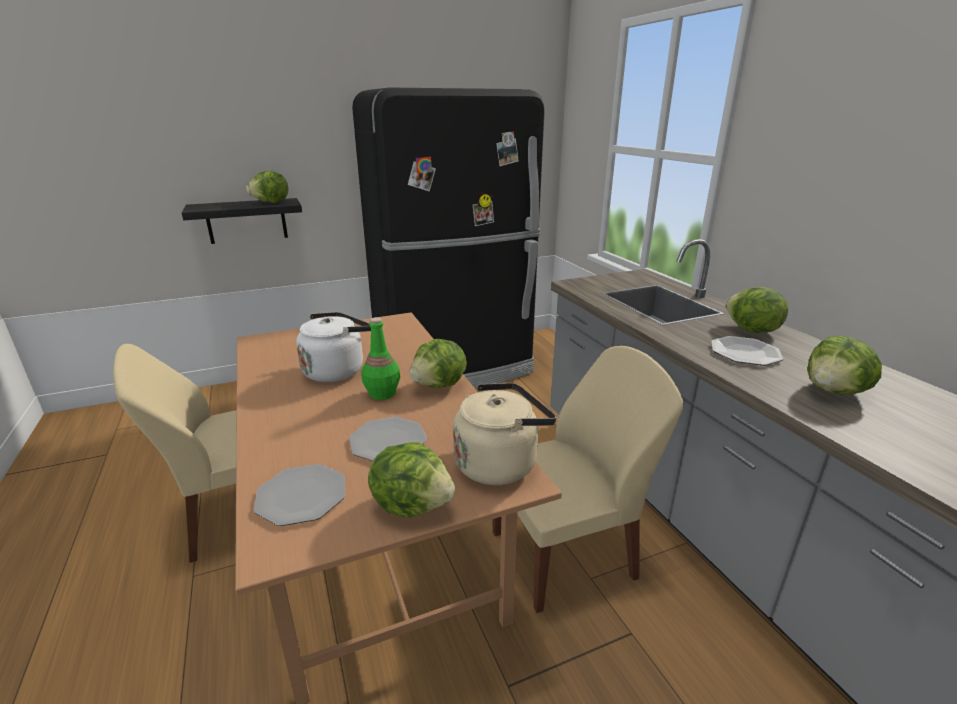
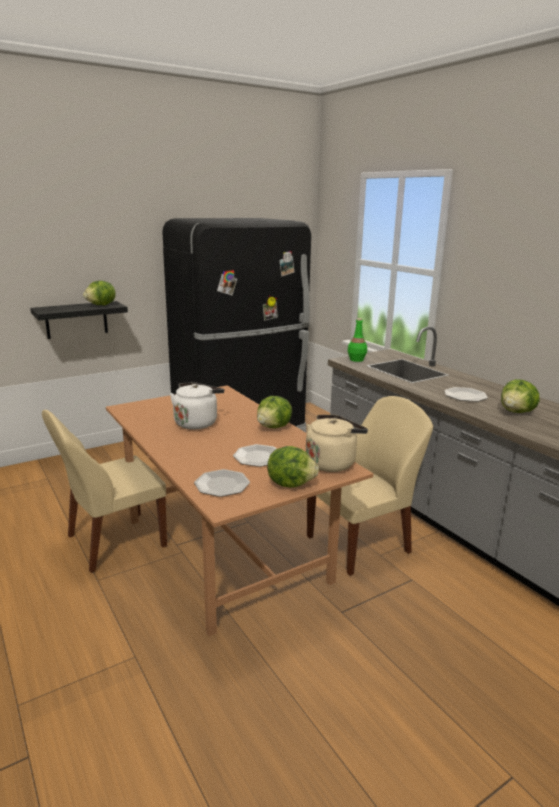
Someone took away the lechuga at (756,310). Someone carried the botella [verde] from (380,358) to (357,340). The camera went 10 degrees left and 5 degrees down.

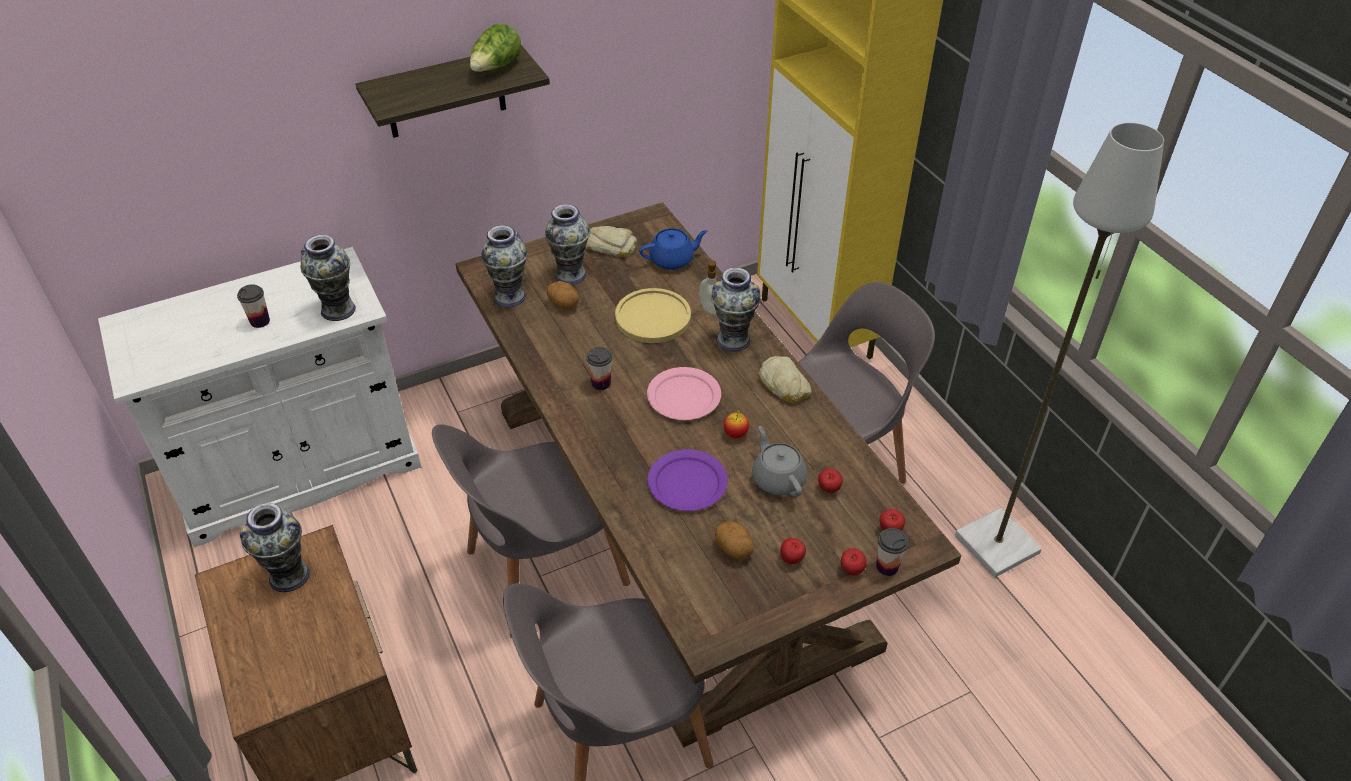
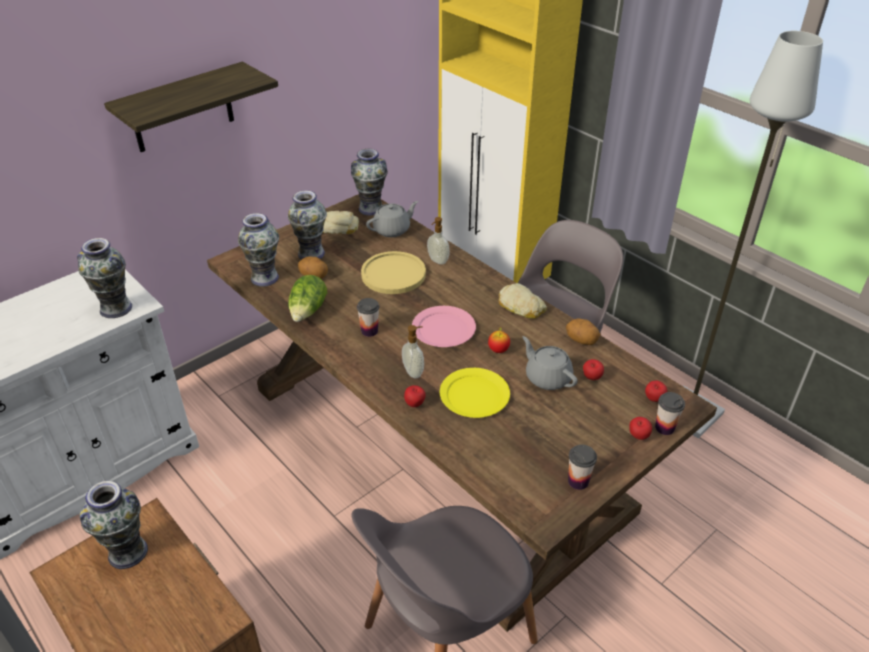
Someone took away the silla [gris] at (531,531). Someone put down the dispensador de jabón at (413,351). Someone carried the taza from (253,306) to (582,467). Someone carried the lechuga from (495,47) to (307,298). Someone carried the florero from (736,310) to (369,182). Someone carried the patata from (734,540) to (583,332). Someone carried the manzana from (793,551) to (415,396). Someone repainted the tetera [azul] at (673,249), which became the tetera [gris] at (392,219). Someone repainted the plato [morado] at (687,480), which became the plato [amarillo] at (475,393). The camera went 15 degrees left and 5 degrees down.

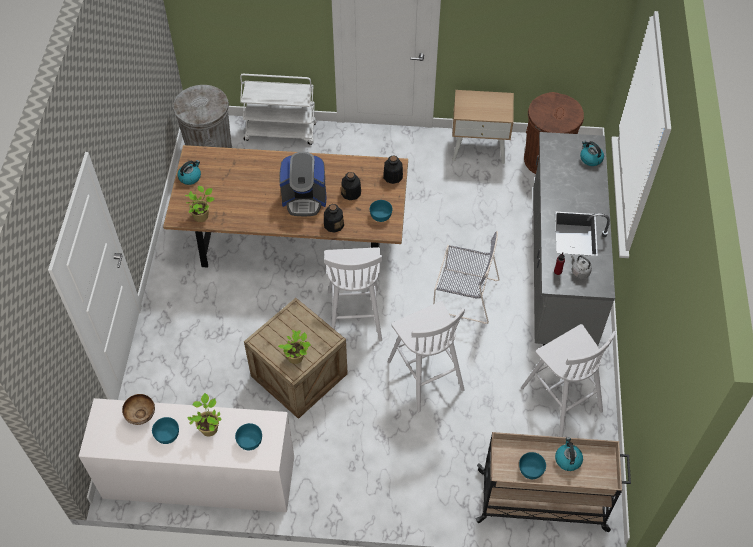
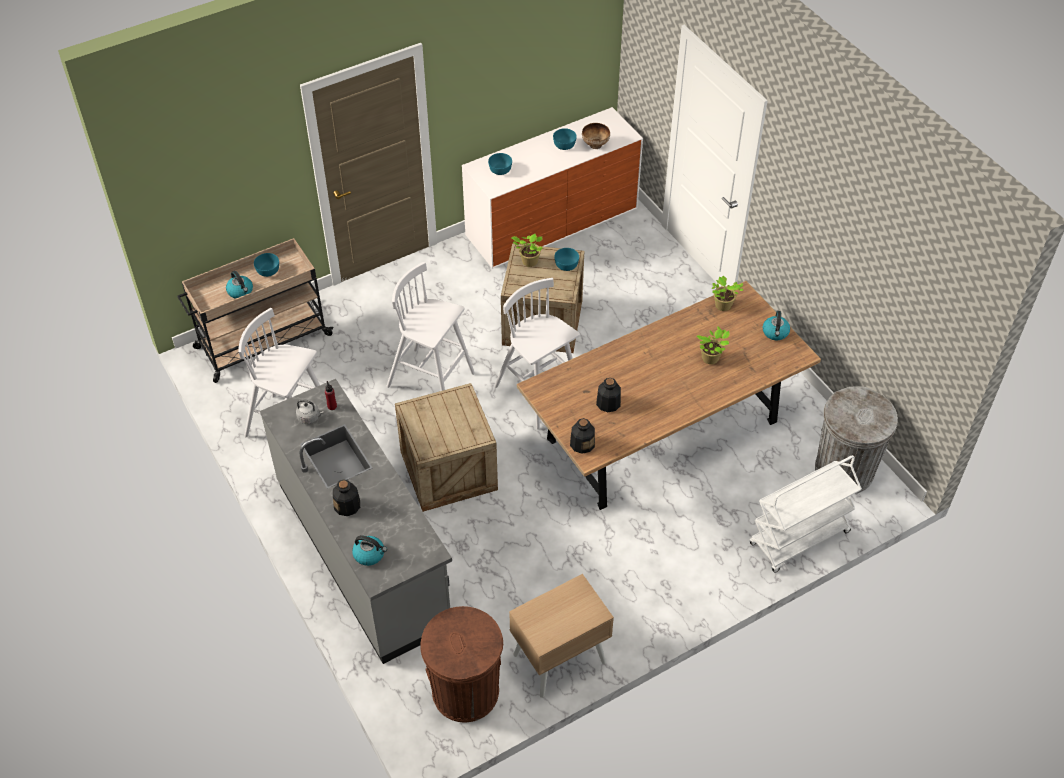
Someone took away the cafetera at (302,184). Someone carried the planta en maceta from (204,414) to (713,345). Someone carried the botella from (334,218) to (346,497). Someone carried the cuenco [turquesa] from (381,211) to (566,259). Someone swapped the silla [gris] at (466,277) for the caja de embalaje at (446,447). The camera went 145 degrees right and 5 degrees down.

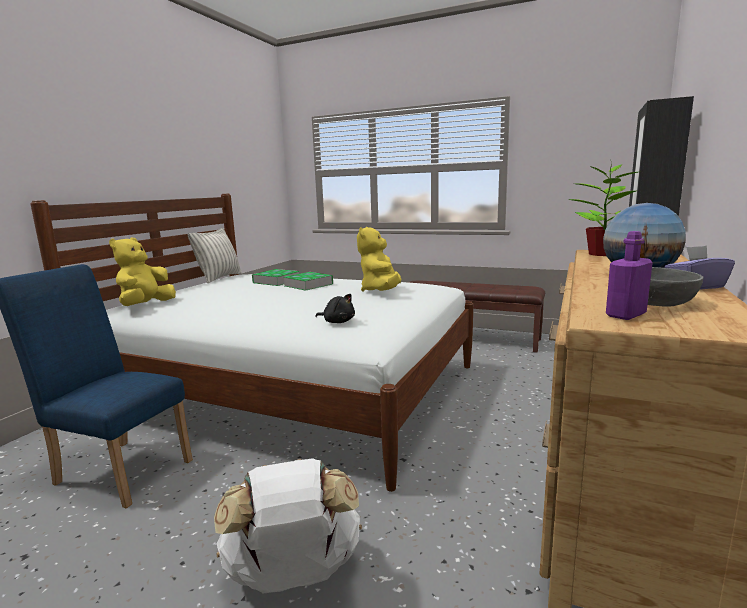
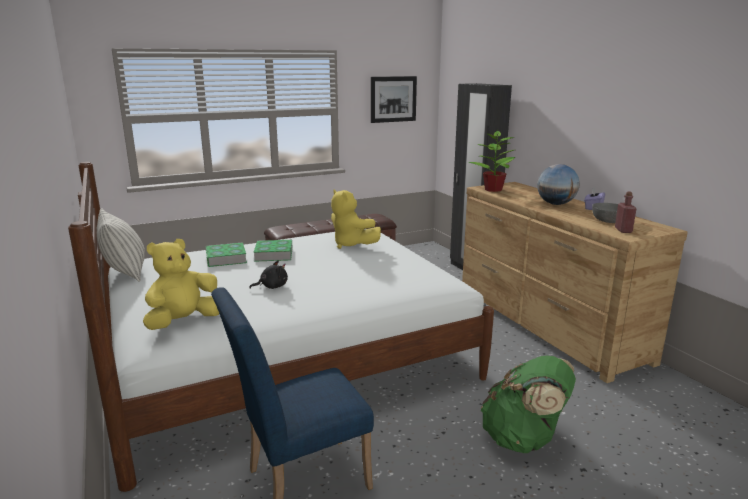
Someone put up the cuadro at (394,99). Someone carried the peluche [negro] from (335,308) to (268,275). Someone repainted the mochila [blanco] at (288,526), which became the mochila [verde] at (528,404). Someone repainted the botella [morado] at (629,275), which became the botella [rojo] at (626,212). Someone rotated the peluche [amarillo] at (142,272) by 75 degrees clockwise. The camera went 50 degrees left and 5 degrees up.

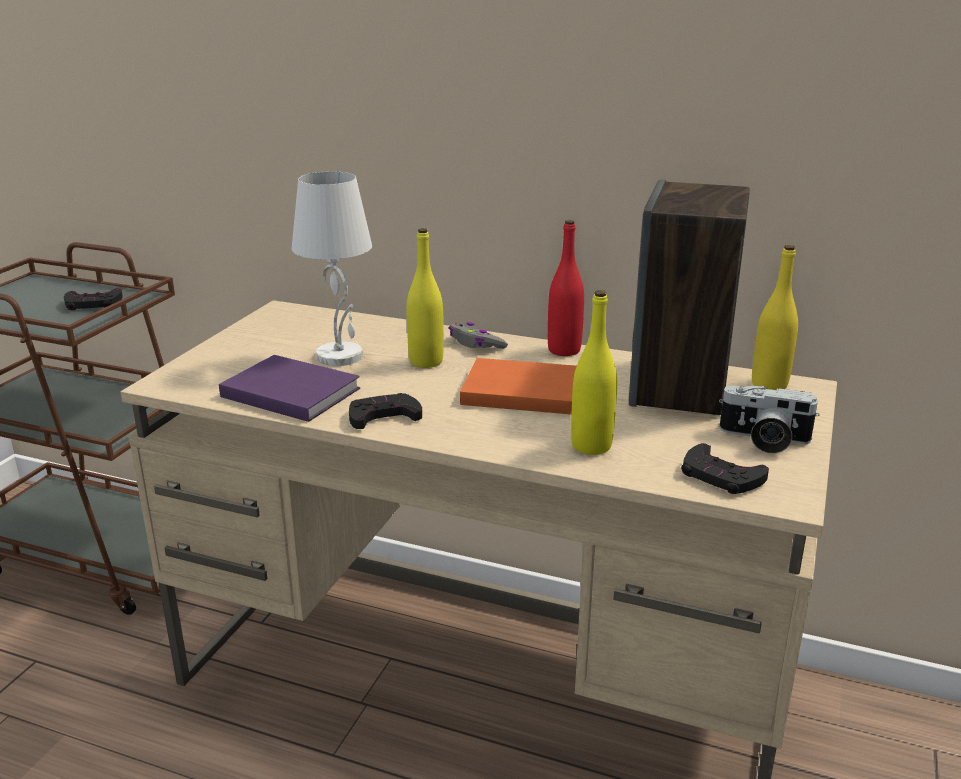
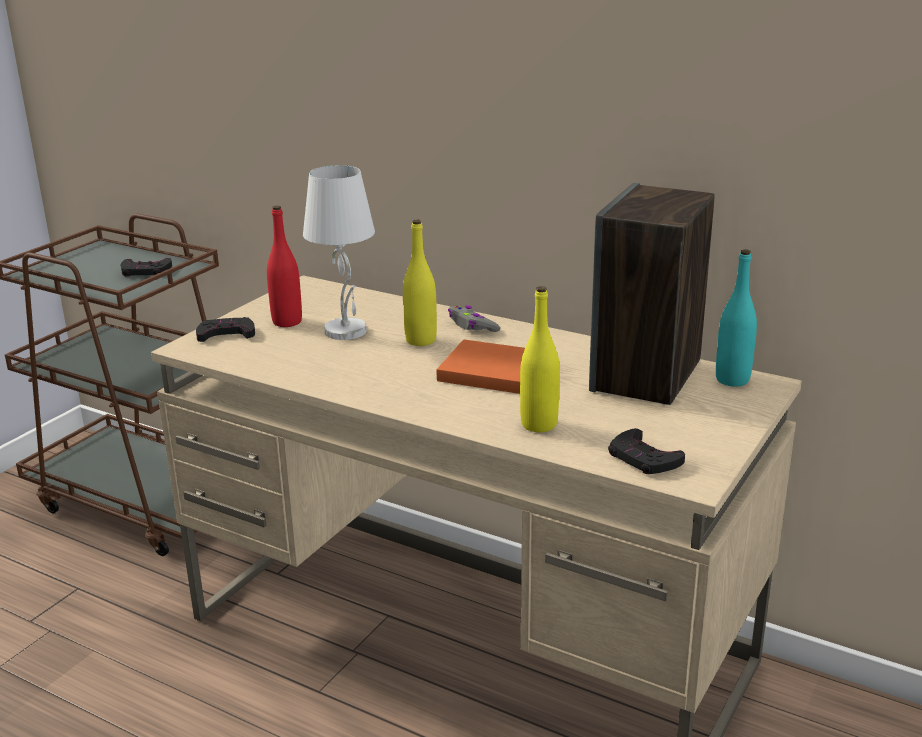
Someone took away the libro [morado] at (289,388). Someone took away the cámara at (769,419). Someone carried the mando de consola [negro] from (385,411) to (225,329). Someone carried the botella [rojo] from (566,288) to (284,266). Someone repainted the botella [amarillo] at (775,317), which became the botella [turquesa] at (736,318). The camera went 10 degrees right and 0 degrees up.

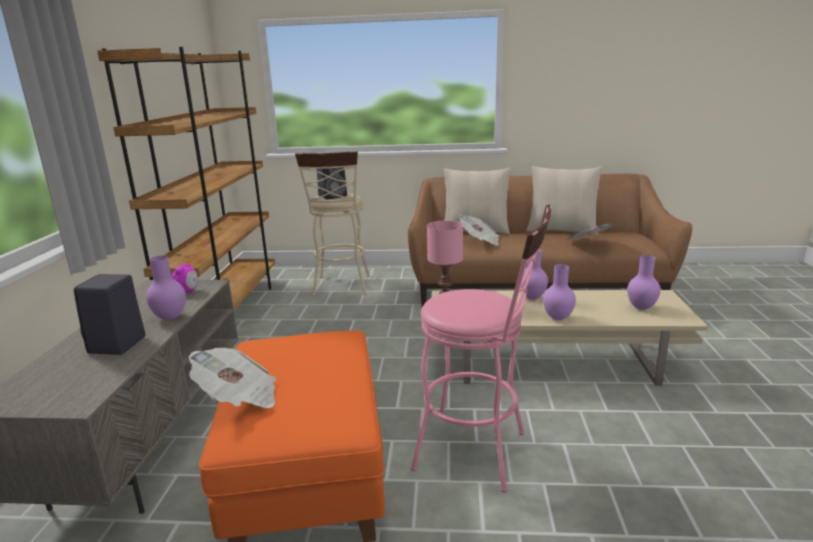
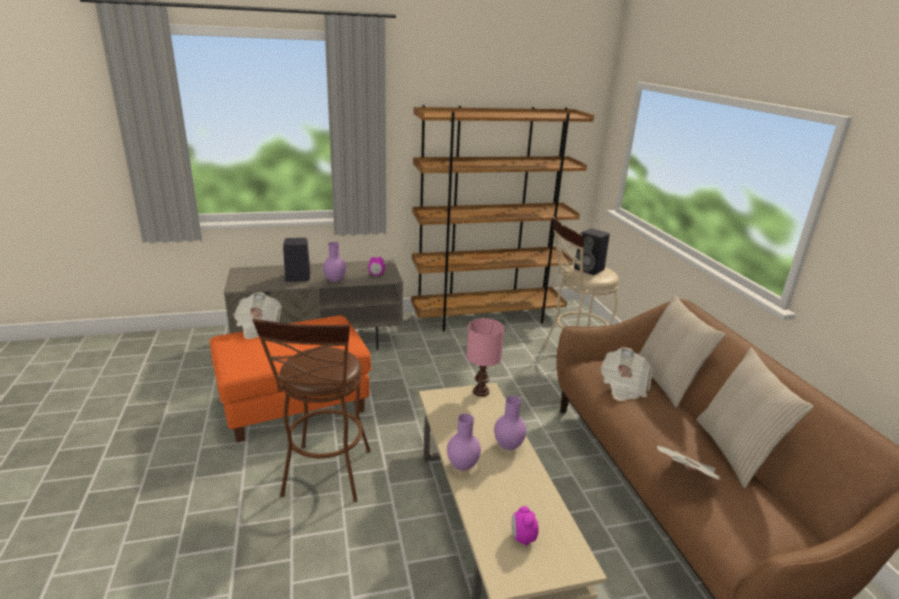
Someone swapped the florero [morado] at (644,282) for the despertador at (525,526). Someone repainted the taburete [rosa] at (481,349), which became the taburete [marrón] at (312,410). The camera went 70 degrees right and 5 degrees up.

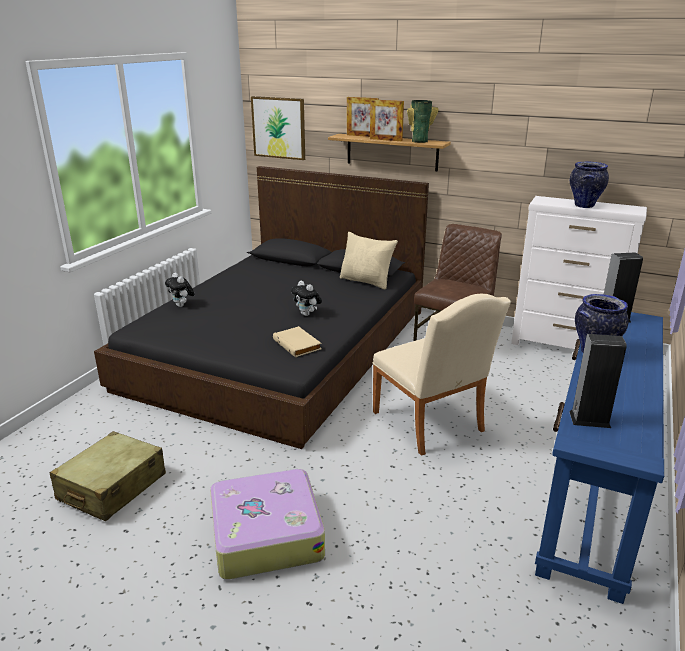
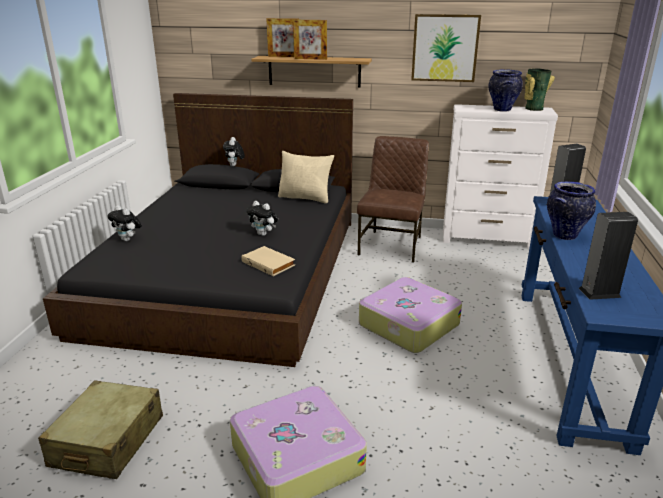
Someone put down the peluche at (234,152). Someone carried the cuadro from (278,128) to (446,48). Someone carried the florero from (423,121) to (539,89). Someone swapped the silla [beis] at (441,375) for the maleta at (410,315). The camera went 15 degrees left and 0 degrees up.

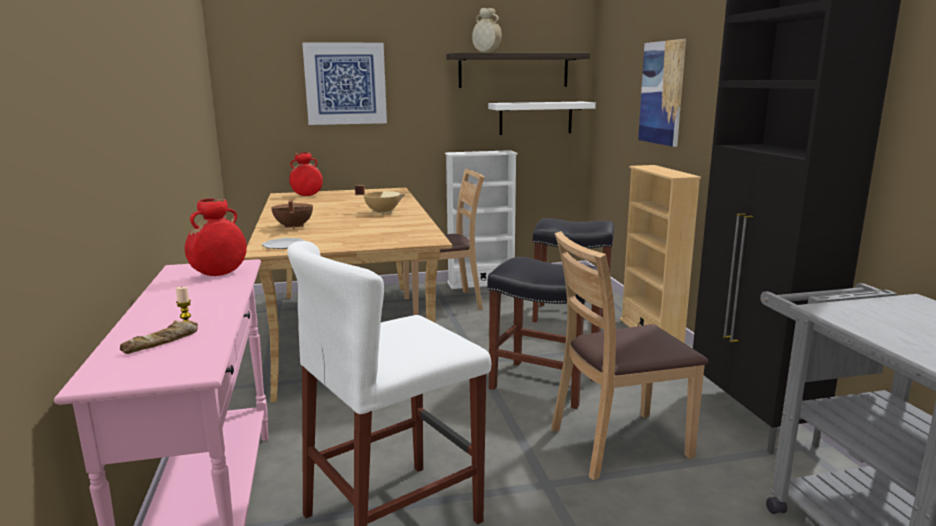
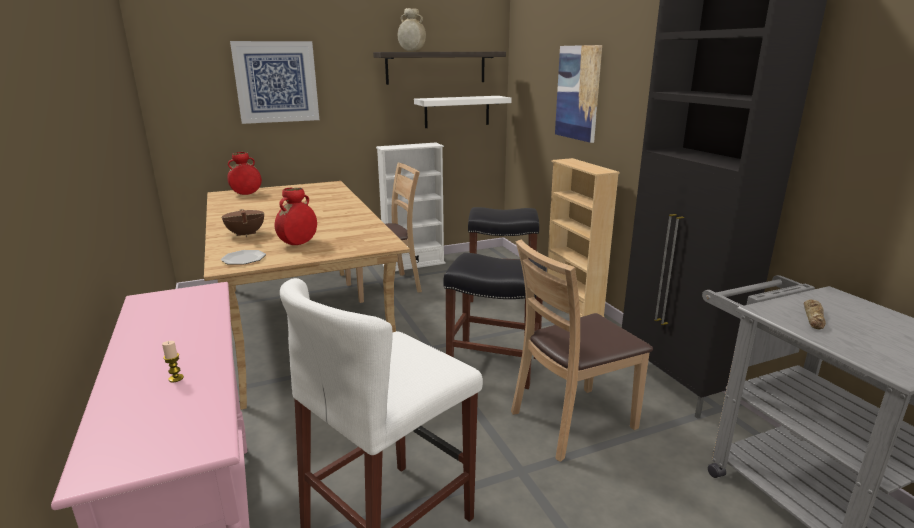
Someone took away the olla [beis] at (380,199). Someone carried the pan from (159,337) to (815,314). Someone carried the florero [rojo] from (216,237) to (296,216). The camera went 10 degrees left and 5 degrees up.

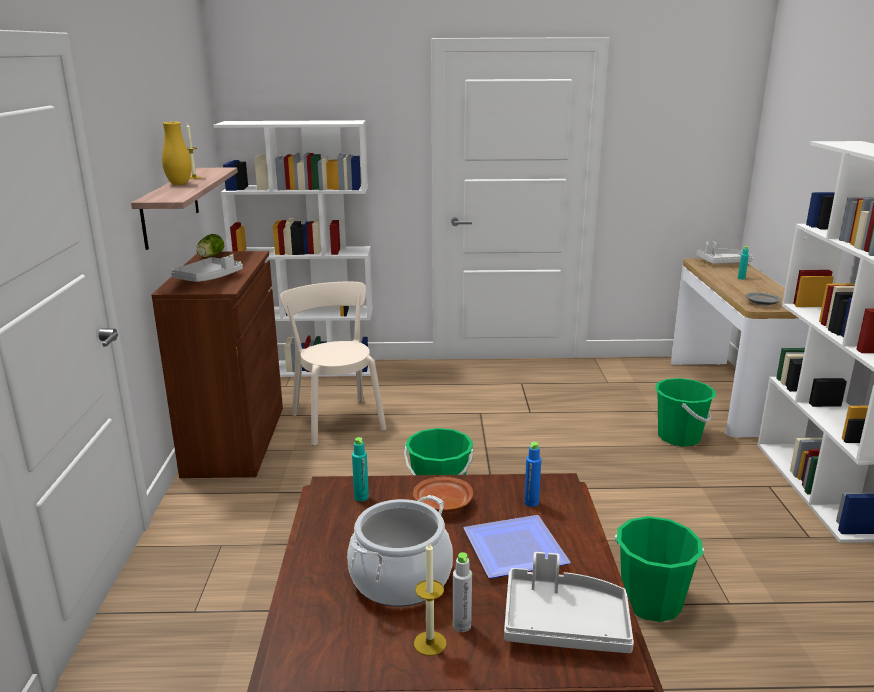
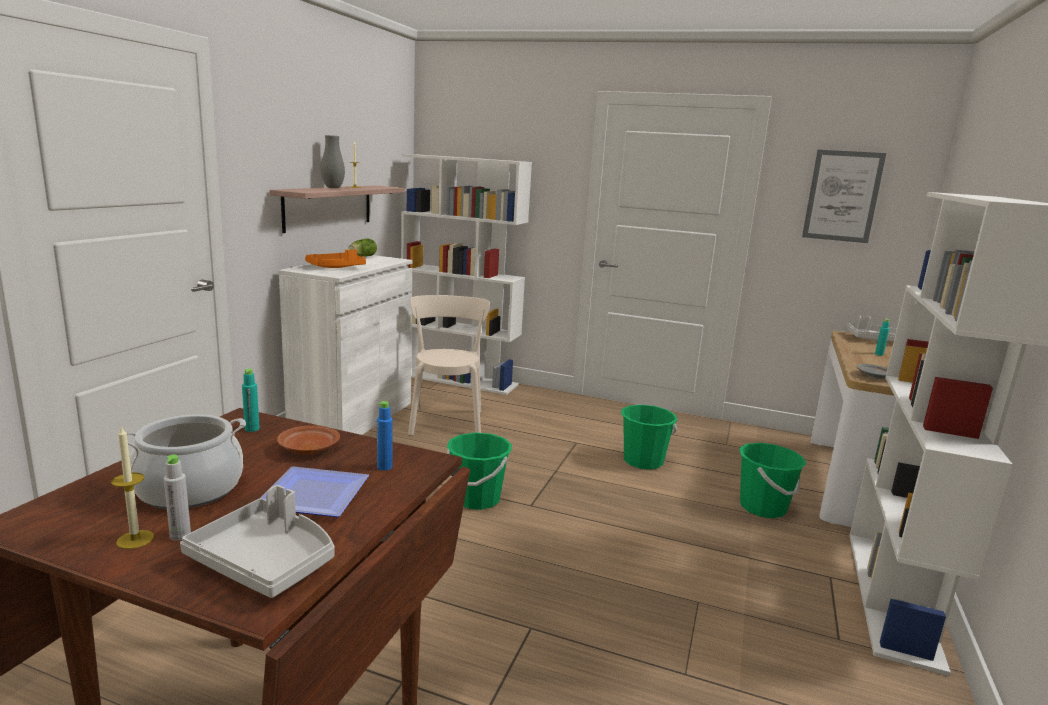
Someone put up the cuadro at (844,196). Someone carried the cubo [verde] from (659,569) to (649,437). Someone repainted the armario [marrón] at (217,364), which became the armario [blanco] at (345,345). Someone repainted the florero [amarillo] at (177,153), which became the florero [gris] at (333,161). Someone repainted the bandeja [gris] at (207,268), which became the bandeja [naranja] at (335,258). The camera went 20 degrees right and 5 degrees down.

